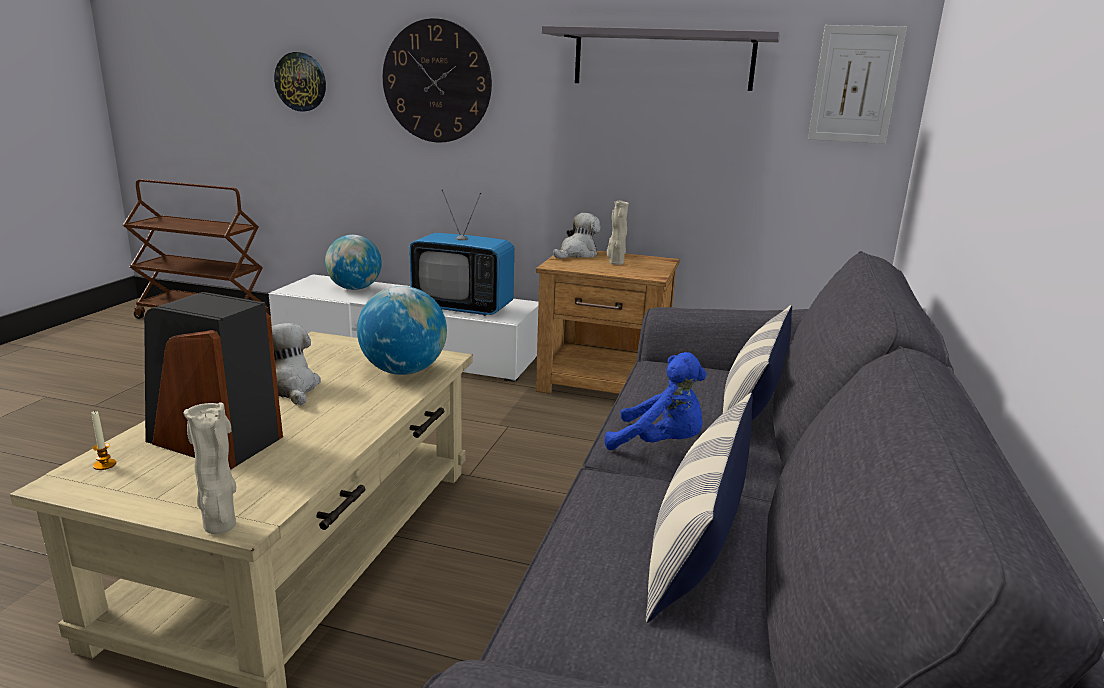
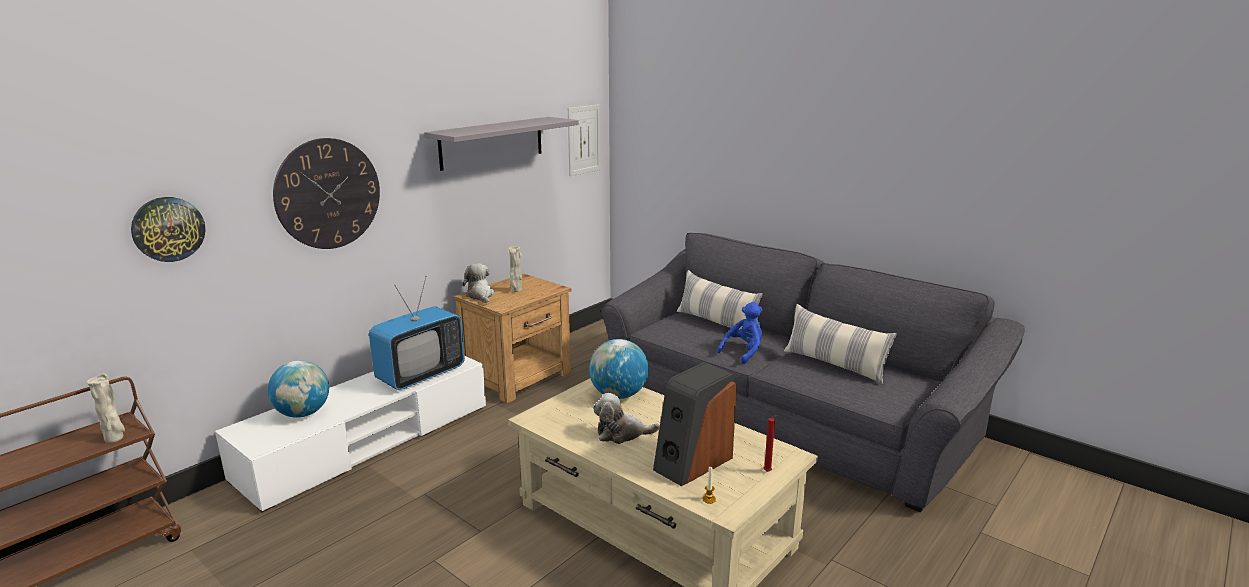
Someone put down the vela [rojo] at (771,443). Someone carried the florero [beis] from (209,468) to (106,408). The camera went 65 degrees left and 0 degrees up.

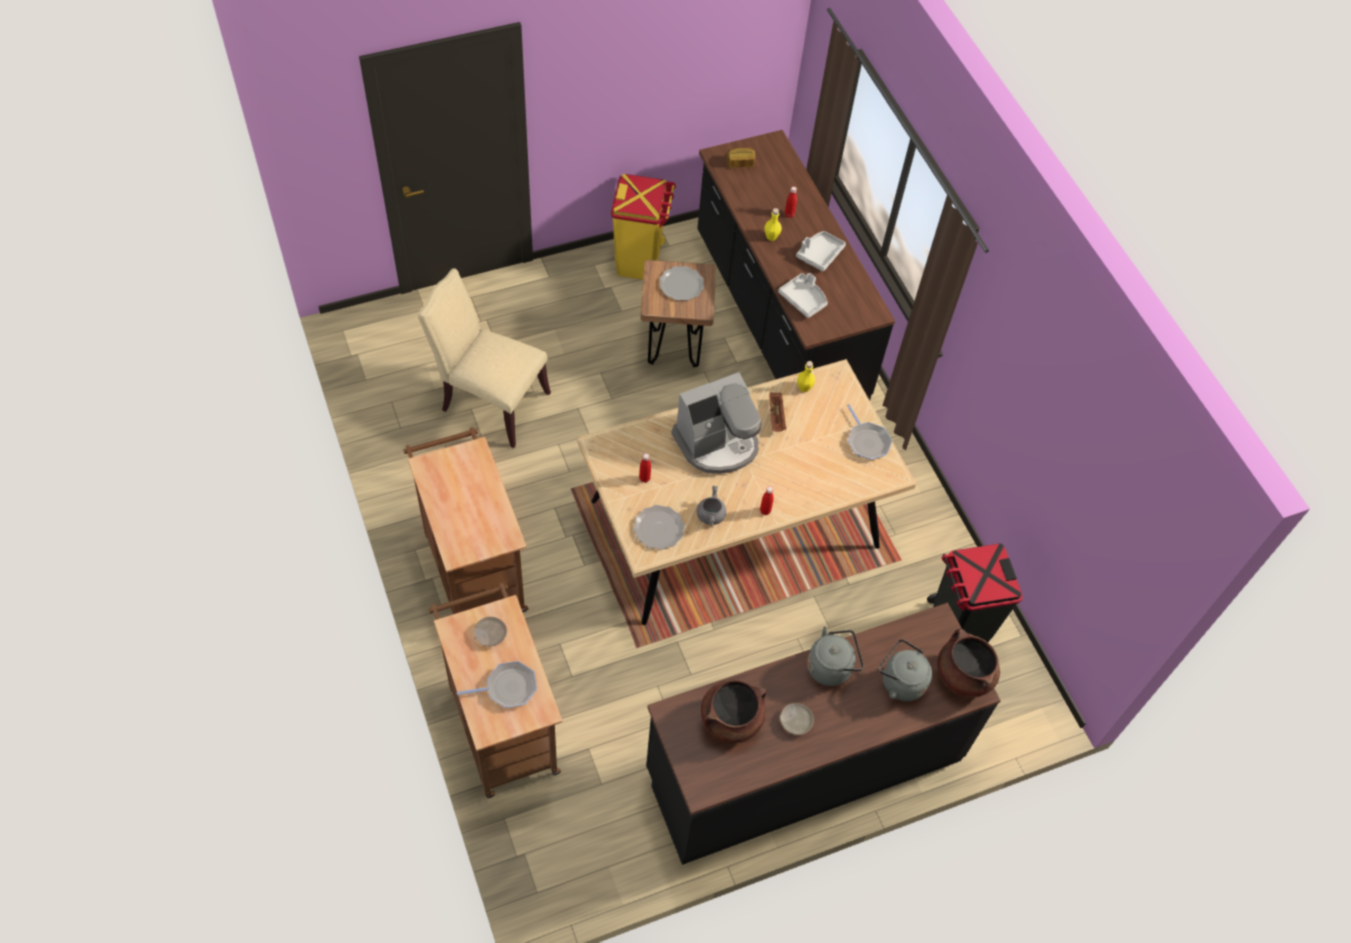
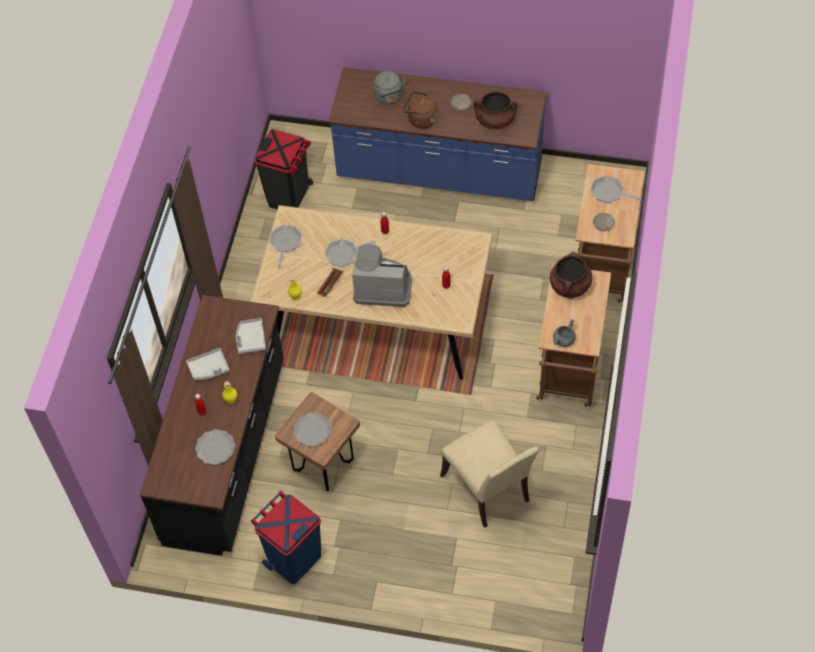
Someone took away the pan at (740,158). Someone put down the sartén at (350,253). Someone carried the plato from (659,527) to (215,447). Someone carried the olla [gris] from (711,505) to (564,333). Someone carried the olla [marrón] from (968,663) to (571,275). Someone repainted the papelera [amarillo] at (643,227), which became the papelera [azul] at (286,537). Someone repainted the mueble bajo de cocina [negro] at (823,734), which became the mueble bajo de cocina [azul] at (437,134). Someone repainted the hervidor [gris] at (835,656), which became the hervidor [marrón] at (420,110). The camera went 140 degrees left and 0 degrees up.

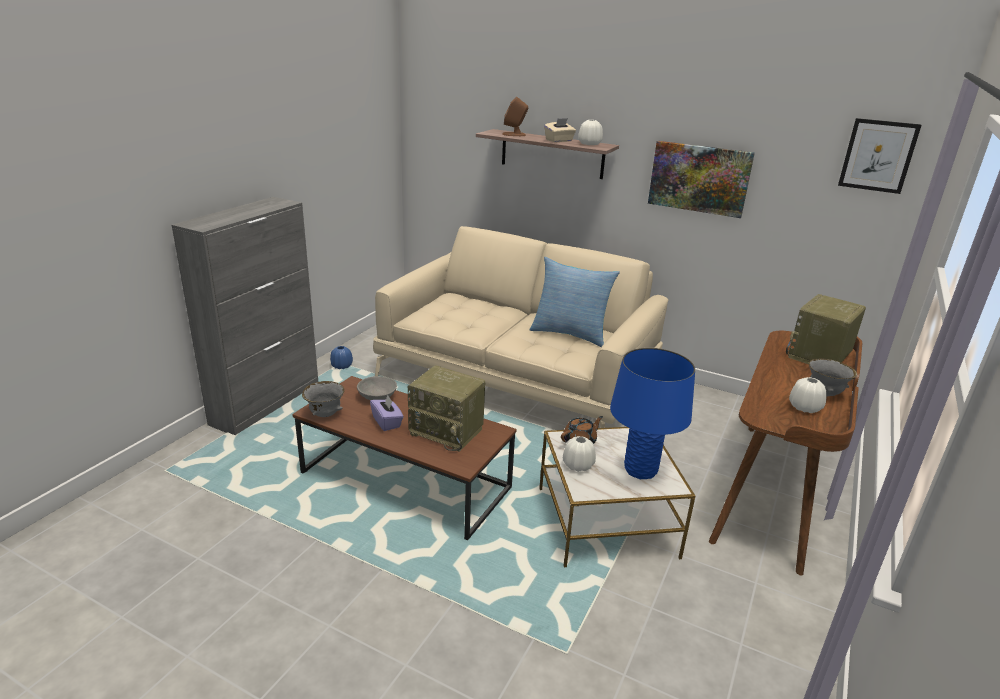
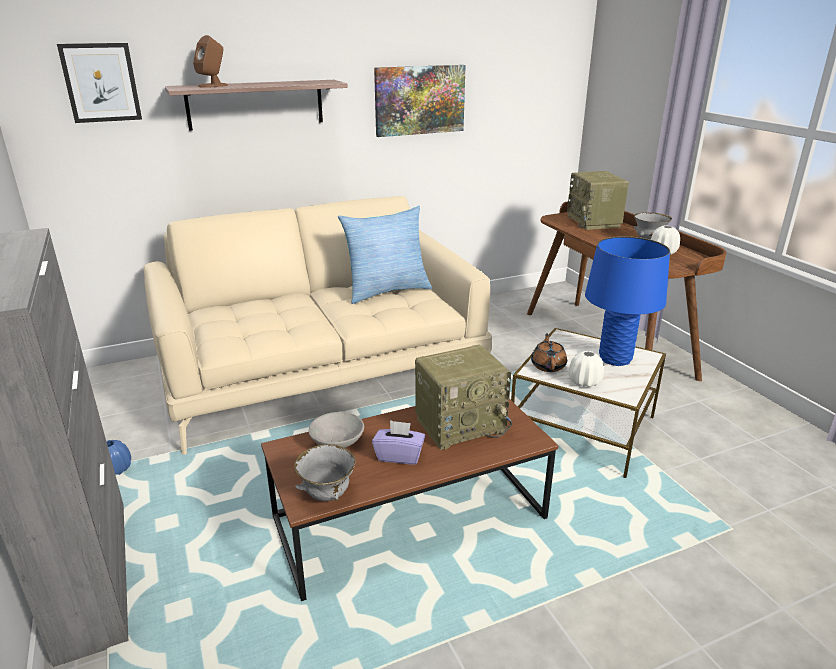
Someone took away the caja de pañuelos [beis] at (560,130). Someone took away the florero [blanco] at (590,132). Someone carried the cuadro from (879,156) to (99,83). The camera went 50 degrees left and 0 degrees up.

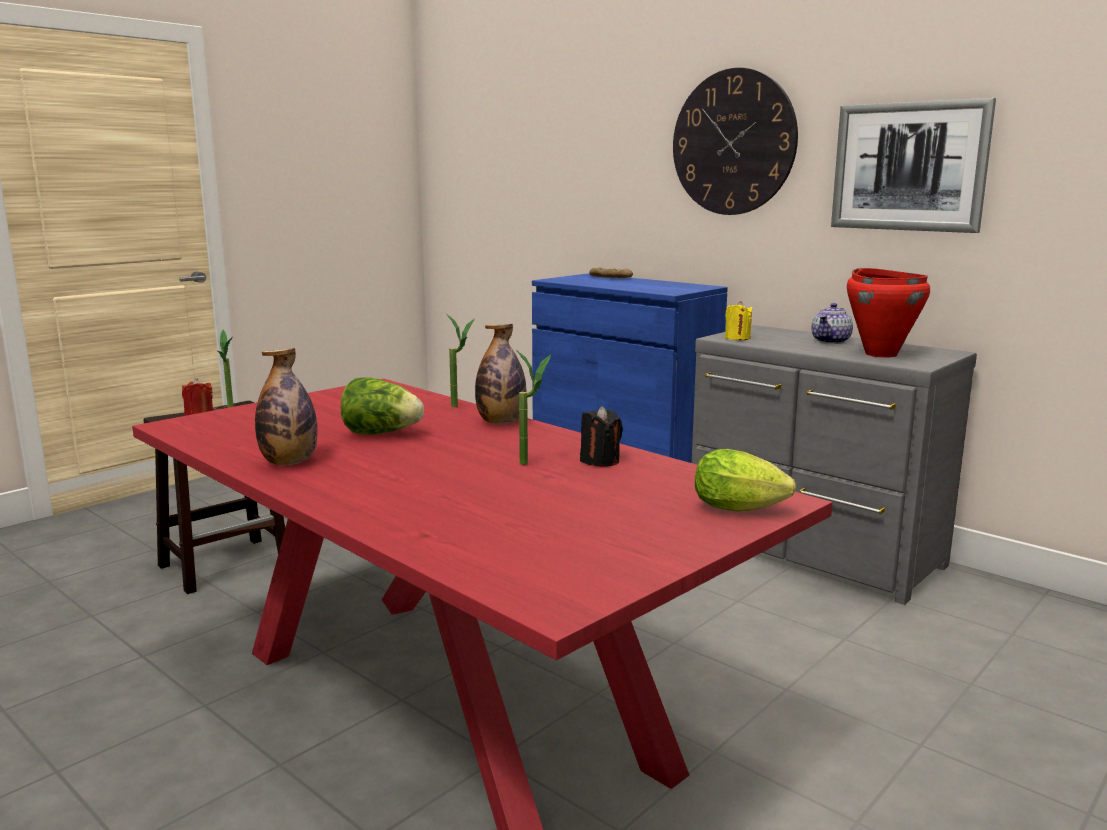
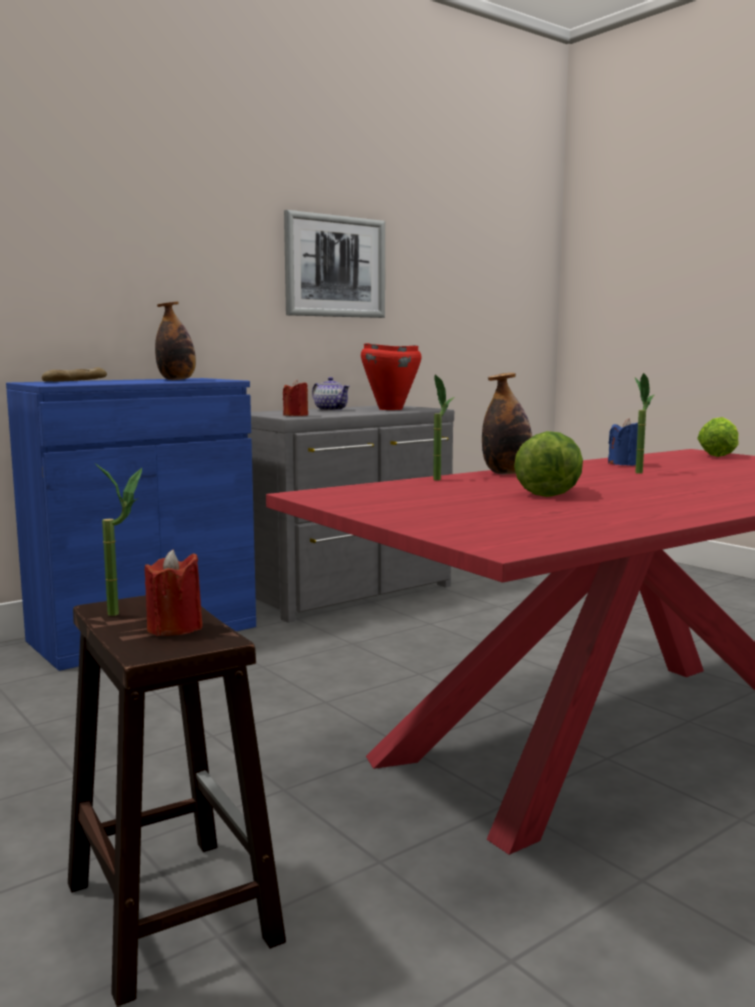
Someone took away the reloj de pared at (735,141). Someone carried the botella from (286,407) to (175,341). Someone repainted the vela [negro] at (601,436), which became the vela [azul] at (623,442). Someone repainted the vela [amarillo] at (739,320), which became the vela [rojo] at (295,398). The camera went 80 degrees left and 5 degrees down.

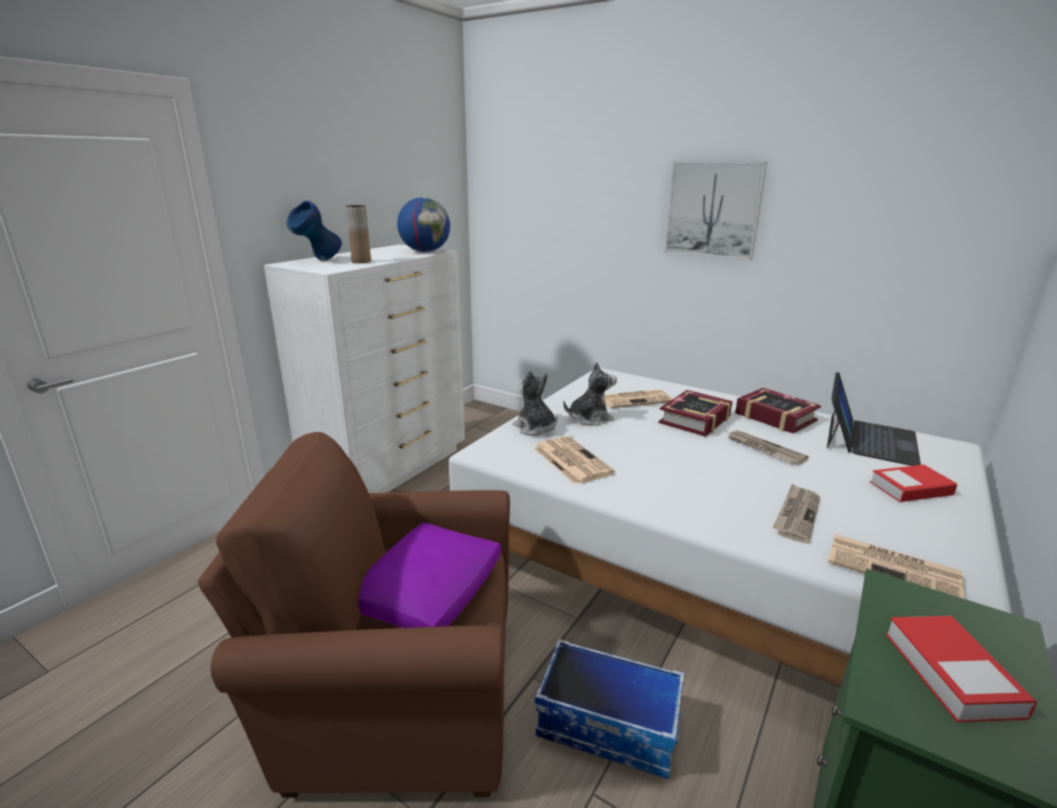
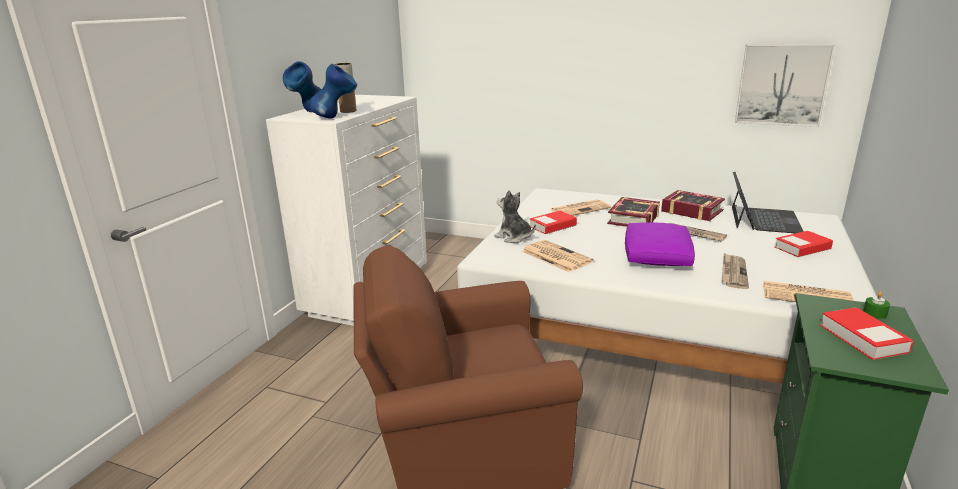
Someone took away the globo terráqueo at (423,224). Someone took away the caja de almacenaje at (610,709). Someone put down the florero [azul] at (333,91). Someone put down the vela [verde] at (876,305). Someone carried the cojín [morado] from (429,575) to (660,244). Someone carried the cuadro from (715,210) to (785,85). Someone swapped the peluche at (590,394) for the libro at (553,222). The camera went 10 degrees left and 0 degrees up.

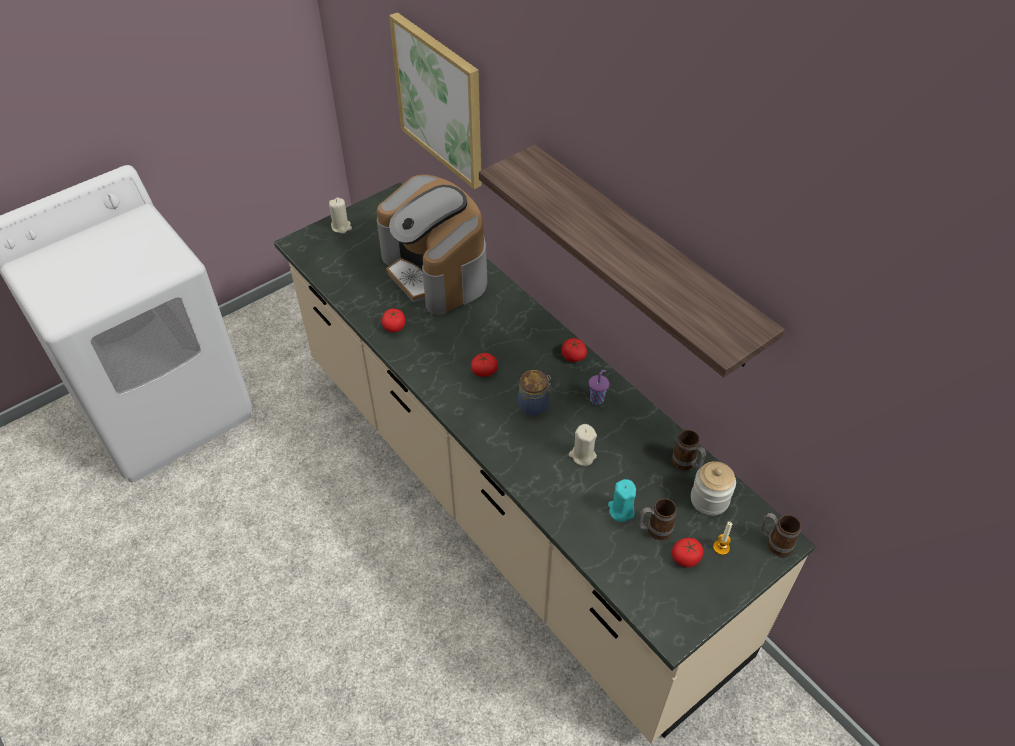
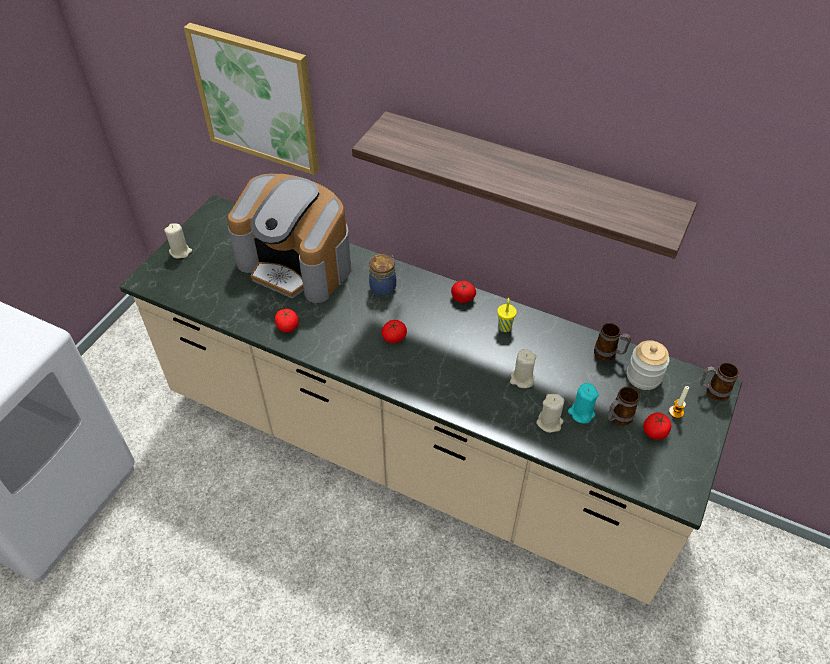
Someone put down the vela [beis] at (550,413). Someone carried the tarro from (534,393) to (382,275). Someone repainted the taza [morado] at (599,387), which became the taza [amarillo] at (507,315). The camera went 25 degrees left and 0 degrees up.

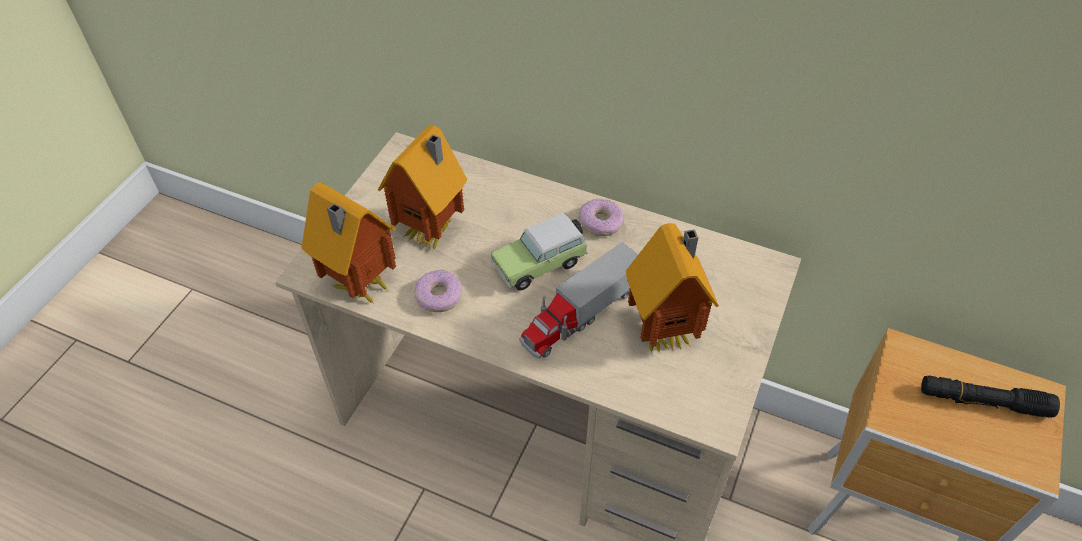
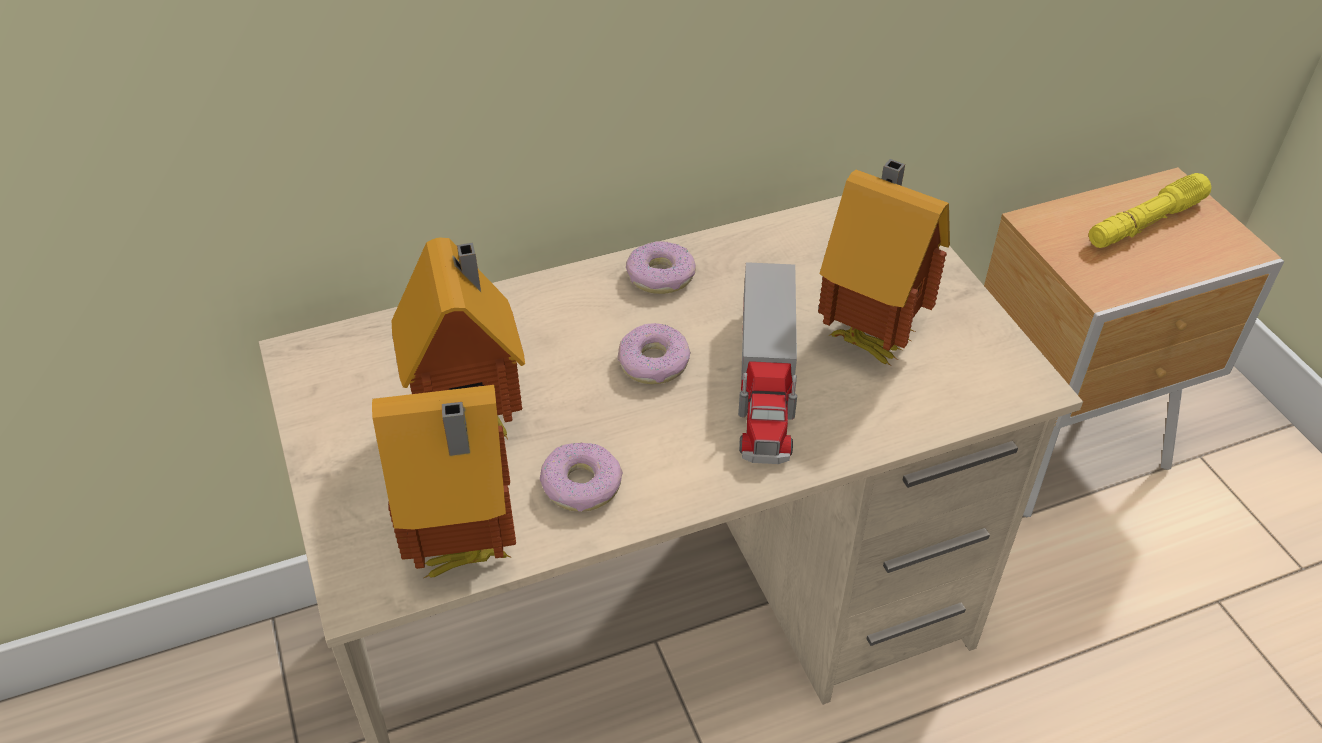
Someone swapped the coche de juguete at (539,252) for the rosquilla at (654,353). Someone repainted the linterna [negro] at (990,397), which became the linterna [amarillo] at (1150,210). The camera went 45 degrees left and 5 degrees down.

